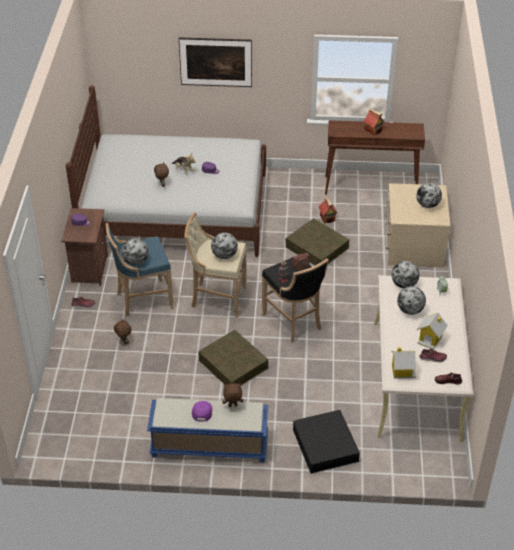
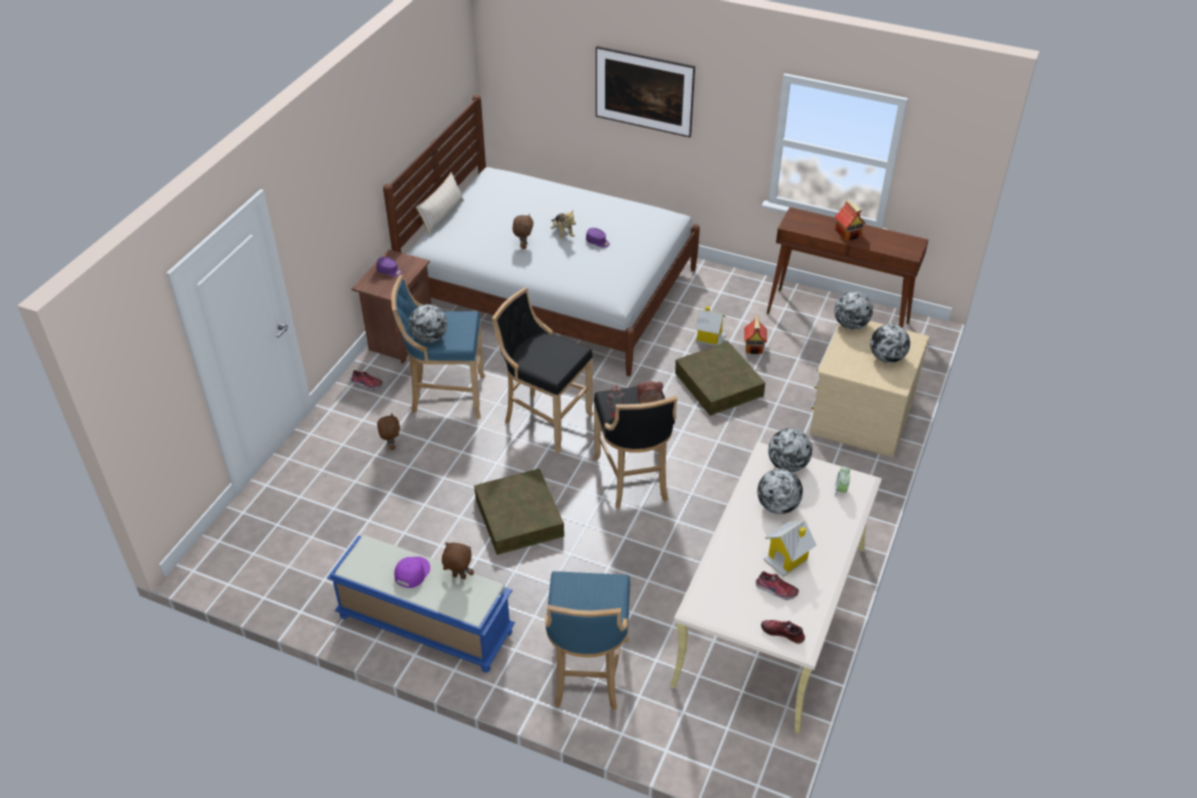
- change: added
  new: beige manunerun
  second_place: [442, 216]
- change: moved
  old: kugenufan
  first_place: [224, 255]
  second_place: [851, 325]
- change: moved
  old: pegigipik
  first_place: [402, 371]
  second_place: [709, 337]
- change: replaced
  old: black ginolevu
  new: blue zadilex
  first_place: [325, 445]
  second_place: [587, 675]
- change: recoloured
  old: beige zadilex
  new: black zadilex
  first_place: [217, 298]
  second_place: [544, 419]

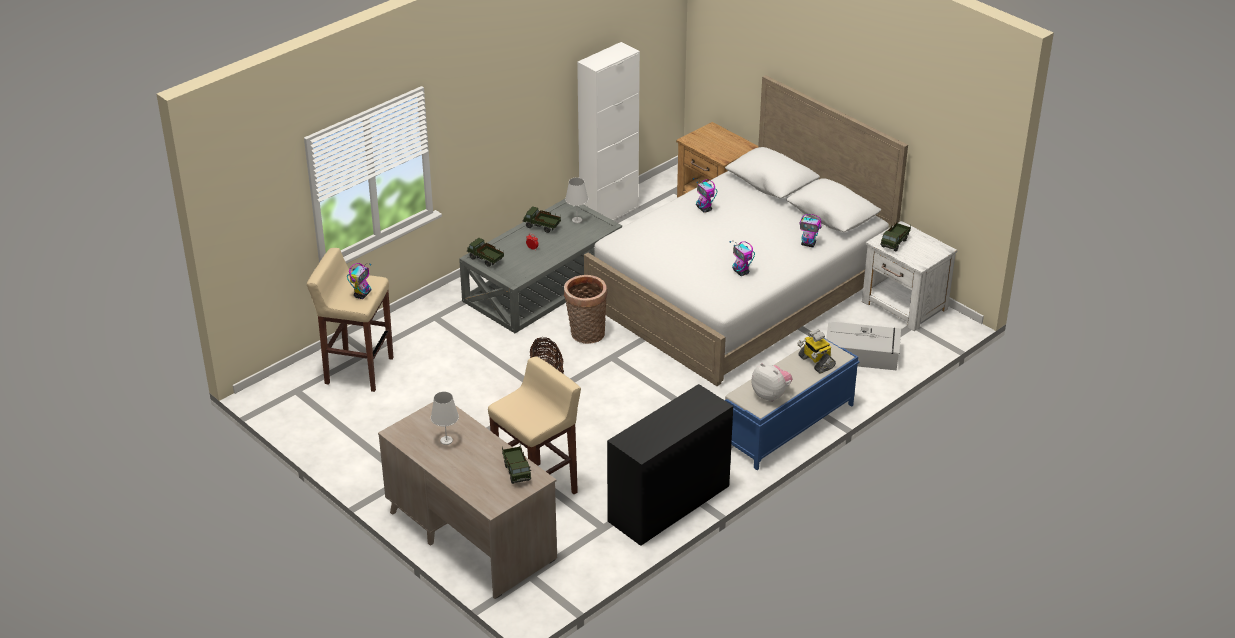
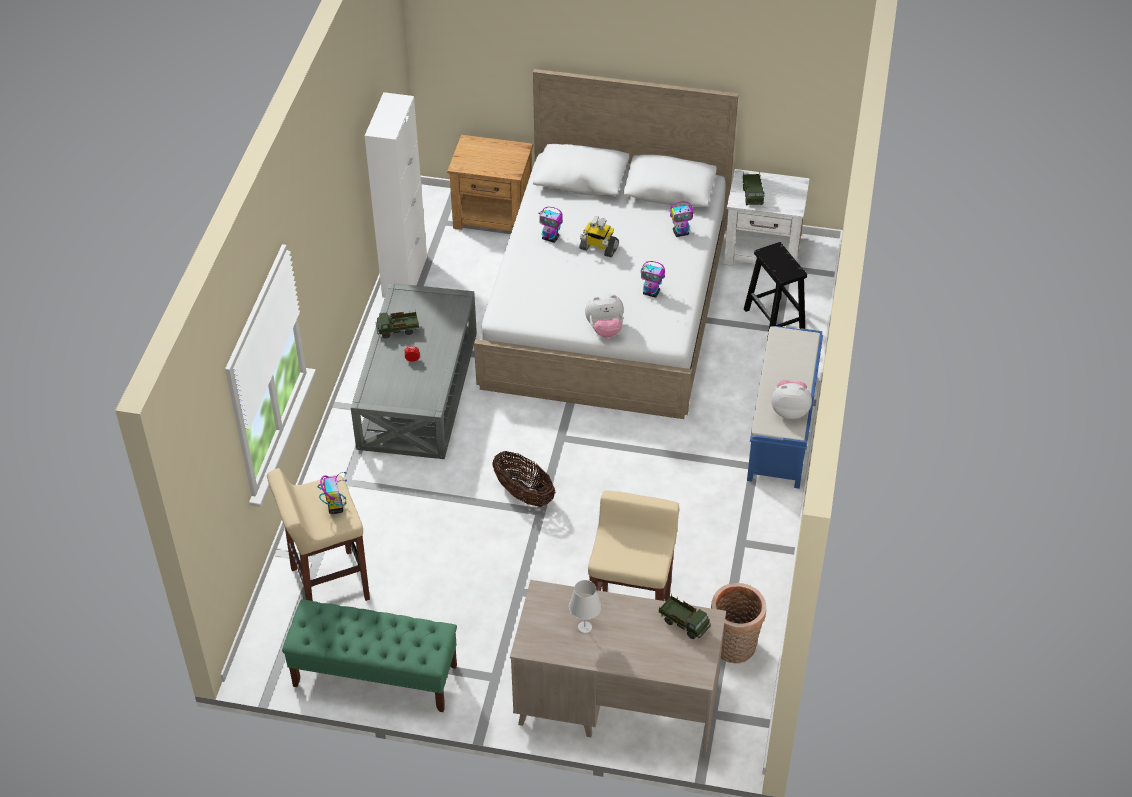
- change: removed
  old: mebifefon
  first_place: [485, 260]
- change: removed
  old: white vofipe
  first_place: [577, 220]
- change: removed
  old: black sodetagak
  first_place: [669, 504]
- change: added
  new: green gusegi
  second_place: [374, 675]
- change: added
  new: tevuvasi
  second_place: [605, 329]
- change: moved
  old: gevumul
  first_place: [586, 335]
  second_place: [734, 649]
- change: moved
  old: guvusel
  first_place: [815, 362]
  second_place: [598, 248]
- change: replaced
  old: grey ginolevu
  new: black zadilex
  first_place: [862, 354]
  second_place: [775, 320]

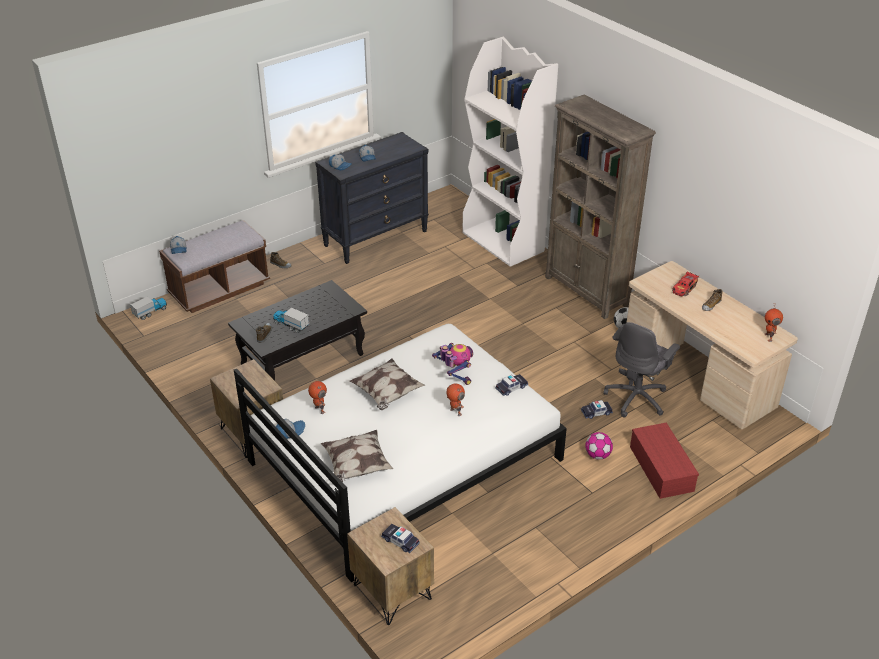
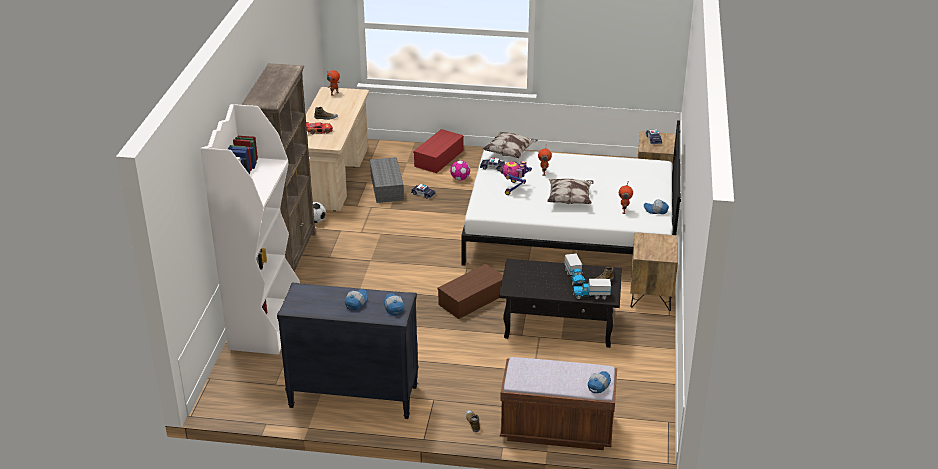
- change: added
  new: brown ginolevu
  second_place: [472, 300]
- change: moved
  old: mebifefon
  first_place: [150, 312]
  second_place: [591, 296]
- change: moved
  old: manunerun
  first_place: [356, 466]
  second_place: [510, 153]
- change: replaced
  old: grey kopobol
  new: grey ginolevu
  first_place: [637, 398]
  second_place: [387, 188]

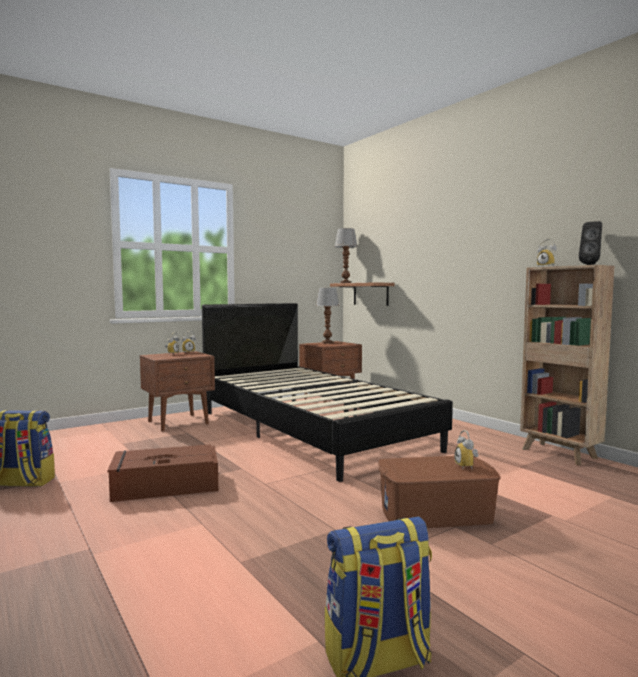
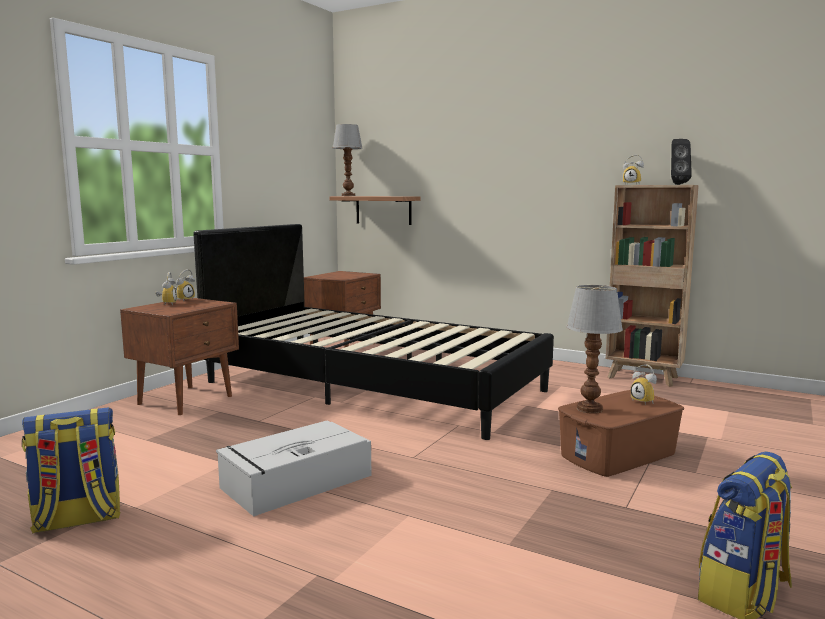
- change: moved
  old: vofipe
  first_place: [328, 343]
  second_place: [590, 409]
- change: recoloured
  old: brown ginolevu
  new: grey ginolevu
  first_place: [164, 485]
  second_place: [294, 482]

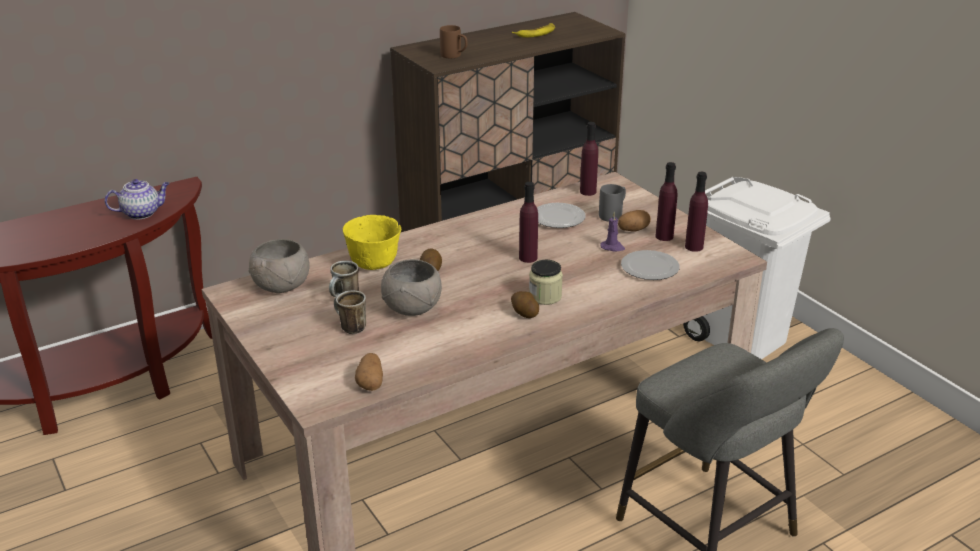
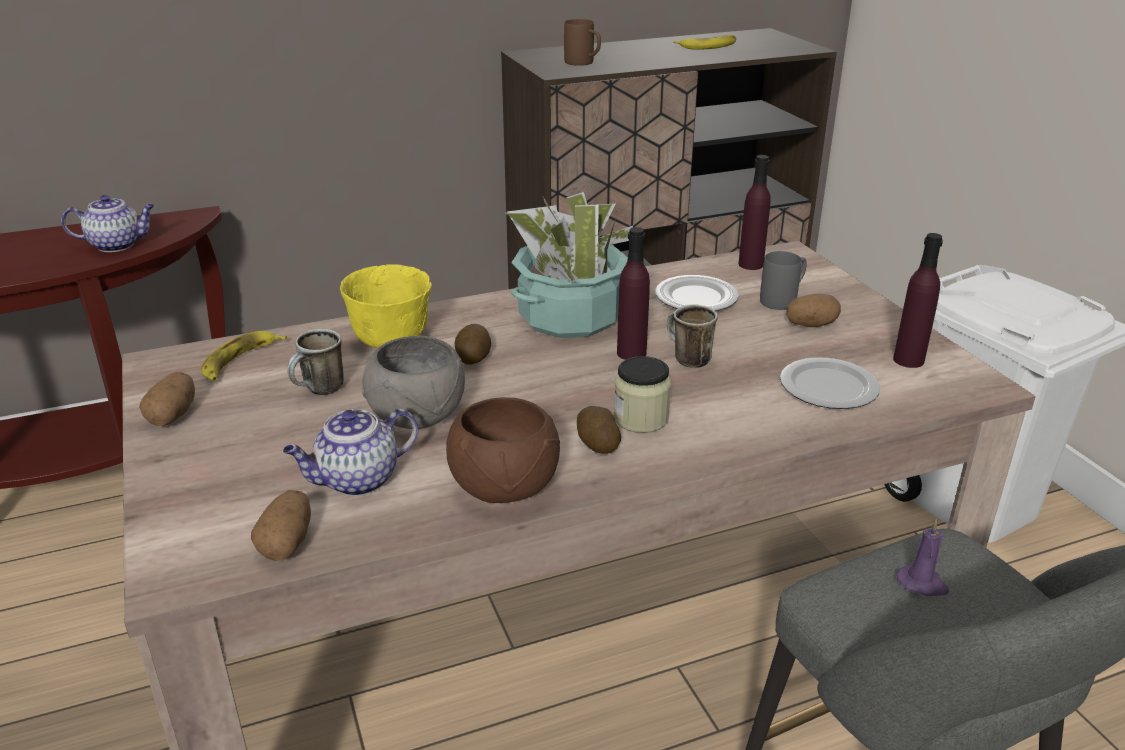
- change: removed
  old: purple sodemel
  first_place: [664, 236]
- change: added
  new: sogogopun
  second_place: [173, 415]
- change: added
  new: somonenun
  second_place: [357, 480]
- change: added
  new: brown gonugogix
  second_place: [506, 487]
- change: added
  new: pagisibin
  second_place: [569, 317]
- change: moved
  old: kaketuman
  first_place: [349, 327]
  second_place: [686, 359]
- change: moved
  old: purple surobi
  first_place: [612, 247]
  second_place: [922, 583]
- change: replaced
  old: grey gonugogix
  new: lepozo
  first_place: [283, 286]
  second_place: [240, 361]

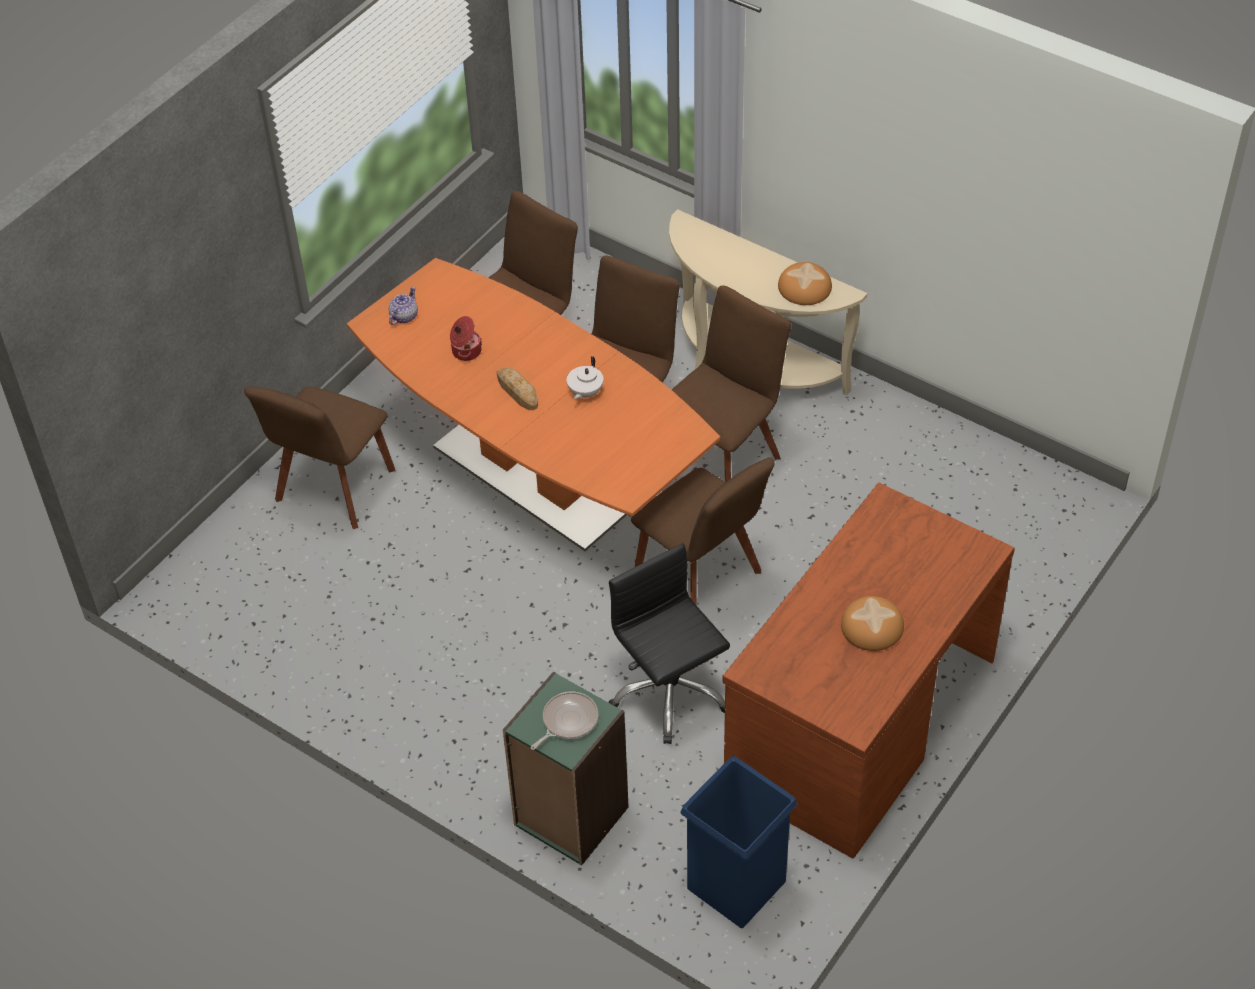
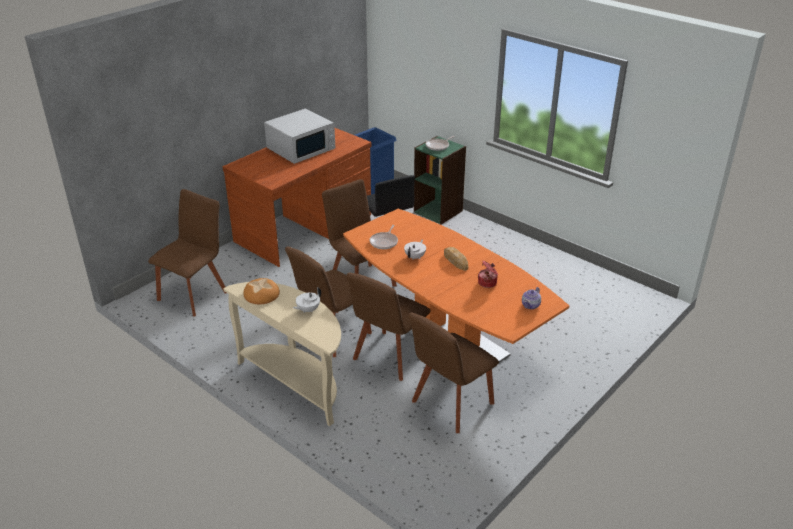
- change: added
  new: white somonenun
  second_place: [308, 310]
- change: added
  new: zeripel
  second_place: [384, 242]
- change: moved
  old: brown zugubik
  first_place: [333, 490]
  second_place: [195, 294]
- change: replaced
  old: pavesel
  new: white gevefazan
  first_place: [872, 627]
  second_place: [301, 149]

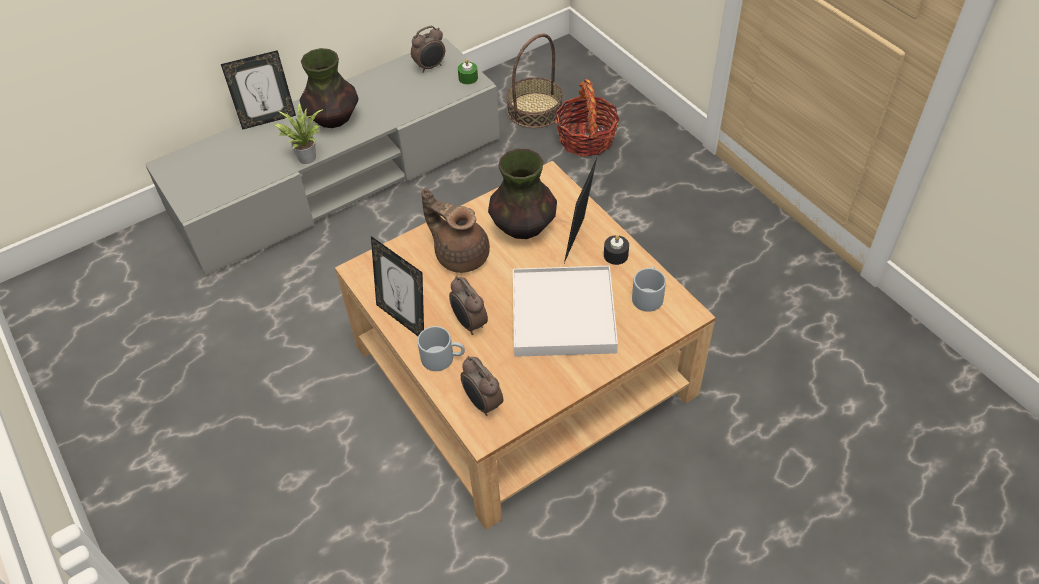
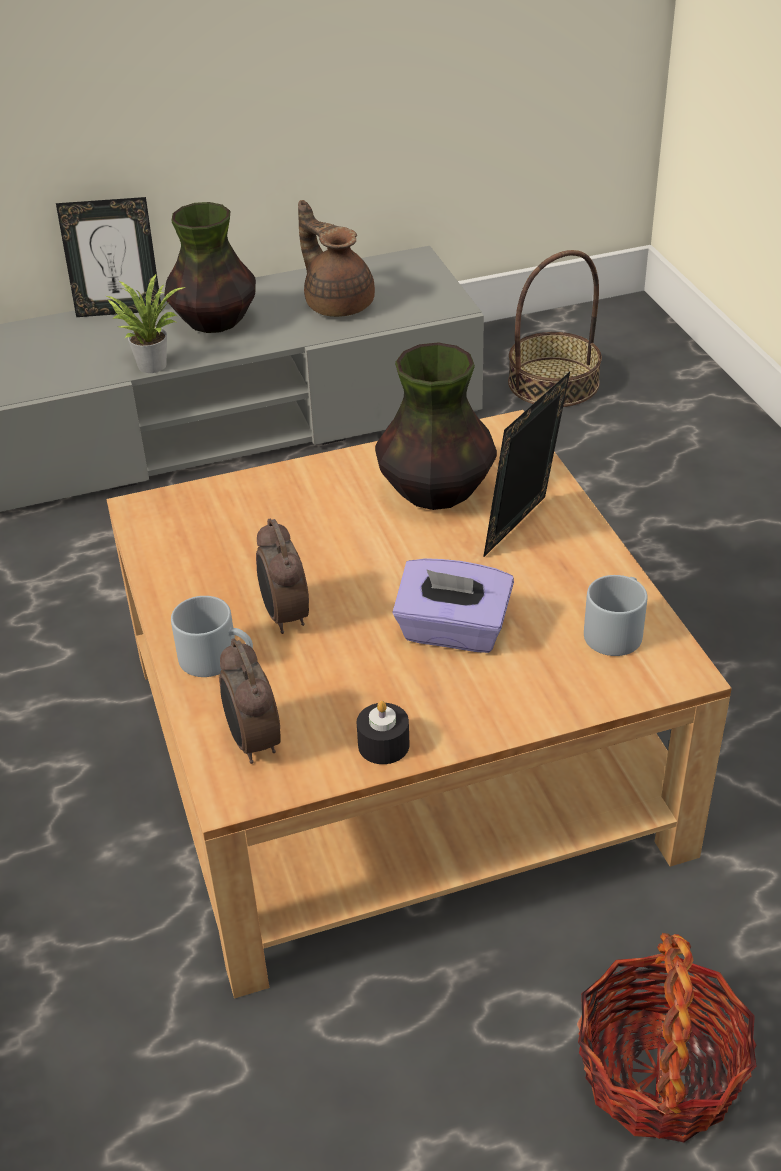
- change: removed
  old: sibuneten
  first_place: [404, 319]
- change: removed
  old: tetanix
  first_place: [430, 67]
- change: removed
  old: green surobi
  first_place: [468, 78]
- change: moved
  old: brown somonenun
  first_place: [460, 254]
  second_place: [338, 303]
- change: moved
  old: gevumul
  first_place: [586, 139]
  second_place: [659, 1073]
- change: moved
  old: black surobi
  first_place: [615, 255]
  second_place: [383, 745]
- change: replaced
  old: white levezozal
  new: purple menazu
  first_place: [563, 314]
  second_place: [452, 632]

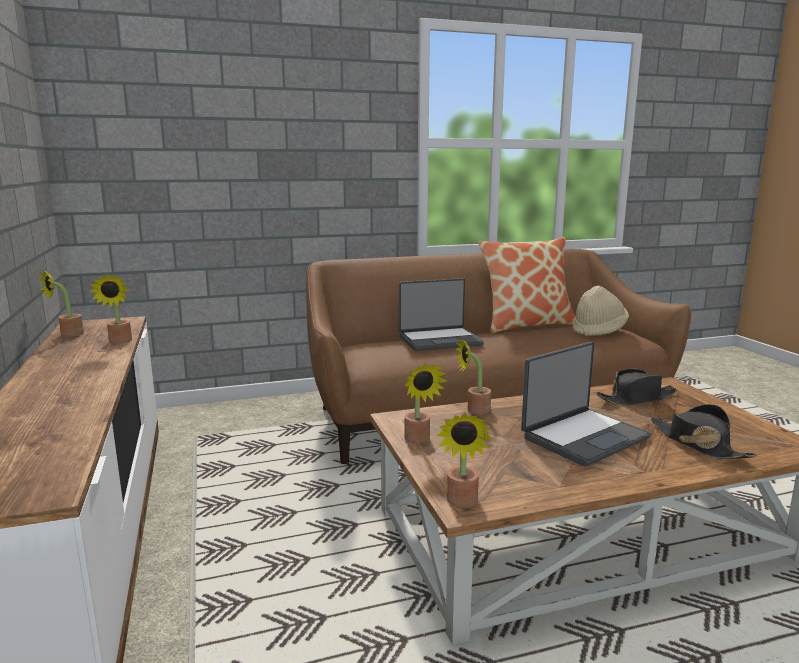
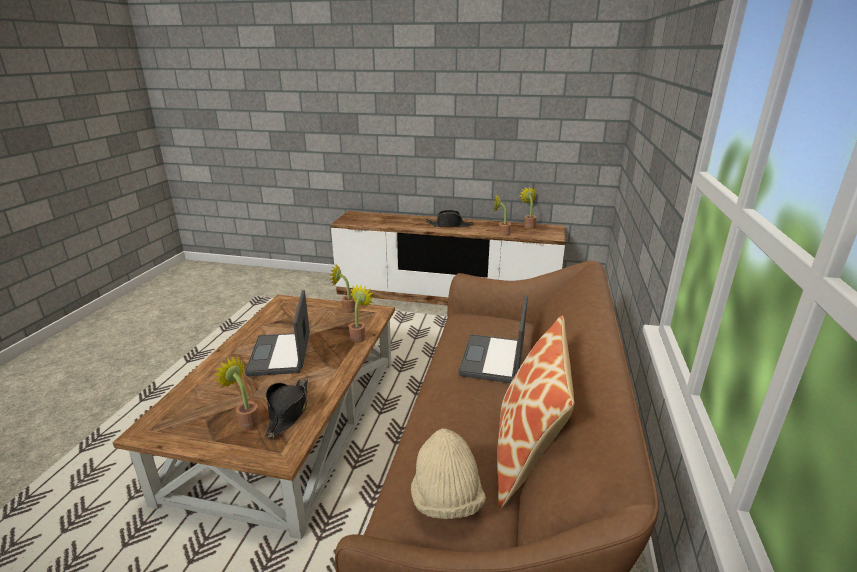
- change: moved
  old: pagisibin
  first_place: [462, 503]
  second_place: [246, 420]
- change: moved
  old: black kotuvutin
  first_place: [697, 444]
  second_place: [449, 225]

